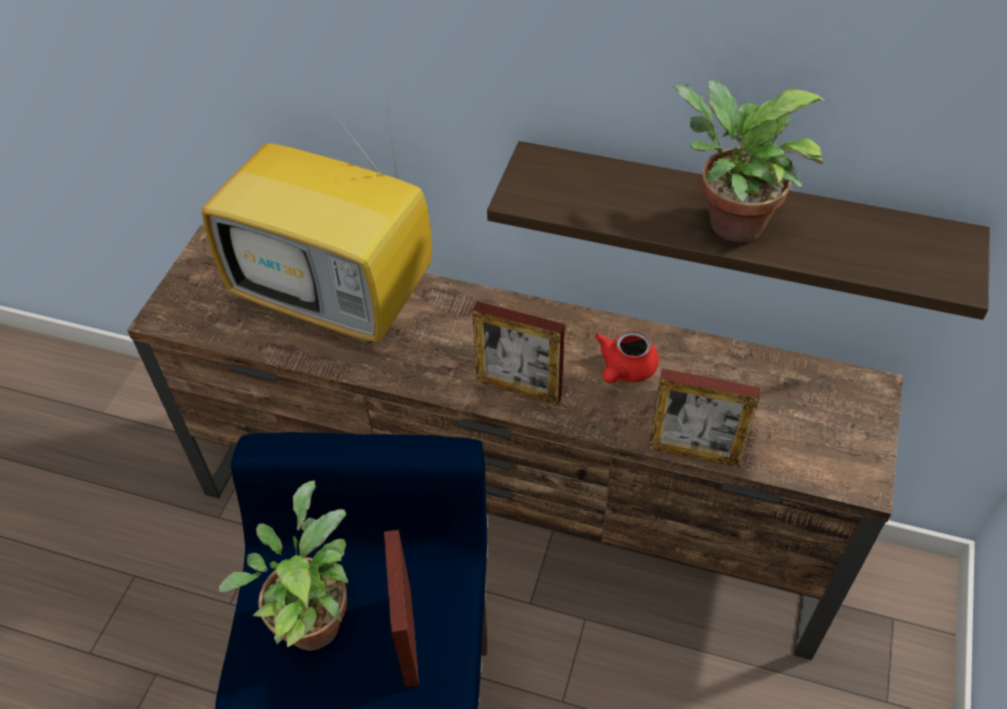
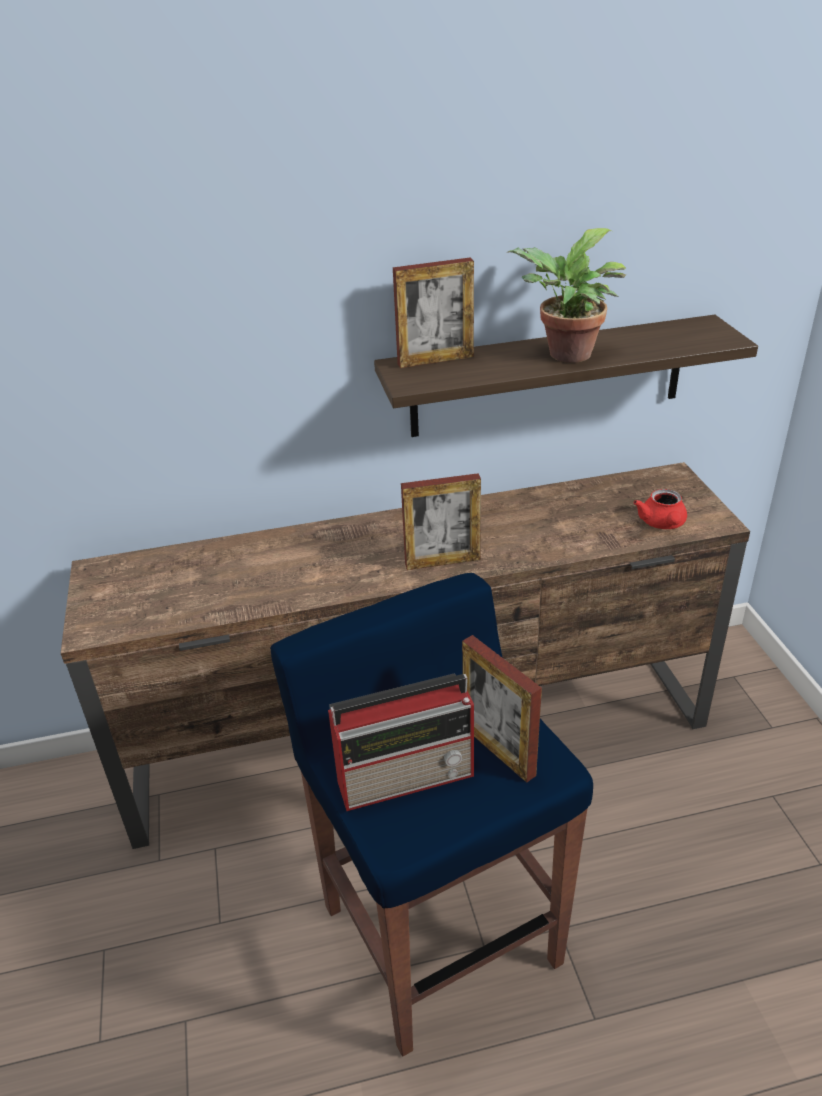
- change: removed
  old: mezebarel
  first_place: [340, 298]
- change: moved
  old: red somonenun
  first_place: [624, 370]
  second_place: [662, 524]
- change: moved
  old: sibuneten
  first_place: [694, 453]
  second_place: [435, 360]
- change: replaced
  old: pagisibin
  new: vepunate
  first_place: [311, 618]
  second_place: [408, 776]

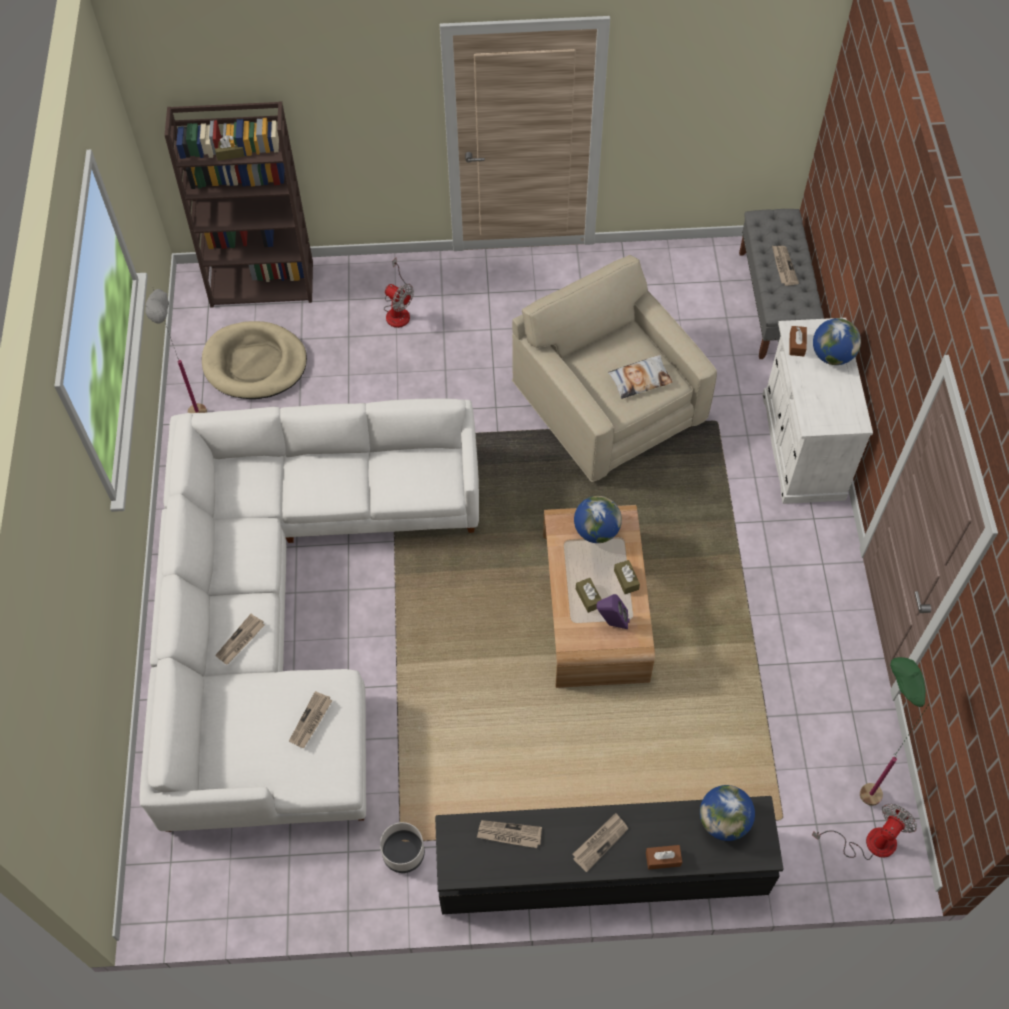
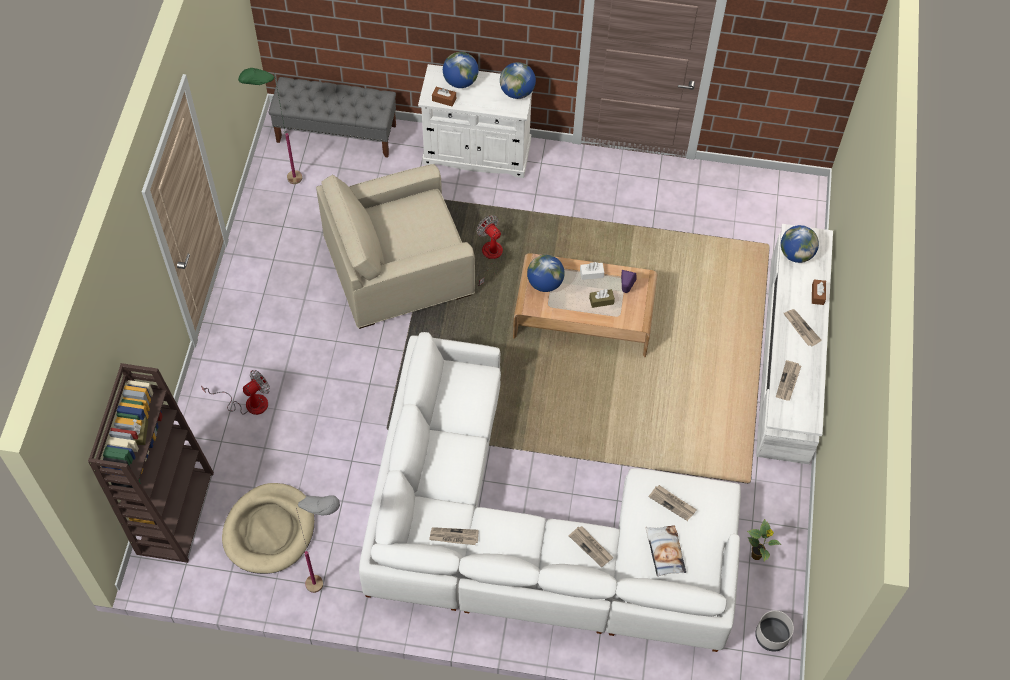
- change: added
  new: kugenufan
  second_place: [517, 92]
- change: added
  new: pagisibin
  second_place: [757, 555]
- change: moved
  old: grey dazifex
  first_place: [403, 853]
  second_place: [771, 636]
- change: moved
  old: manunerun
  first_place: [640, 379]
  second_place: [664, 552]
- change: moved
  old: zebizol
  first_place: [783, 266]
  second_place: [453, 537]
- change: moved
  old: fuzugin
  first_place: [869, 842]
  second_place: [490, 257]
- change: moved
  old: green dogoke
  first_place: [857, 781]
  second_place: [282, 184]
- change: recoloured
  old: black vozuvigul
  new: white vozuvigul
  first_place: [602, 869]
  second_place: [789, 358]
- change: recoloured
  old: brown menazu
  new: white menazu
  first_place: [626, 580]
  second_place: [591, 274]

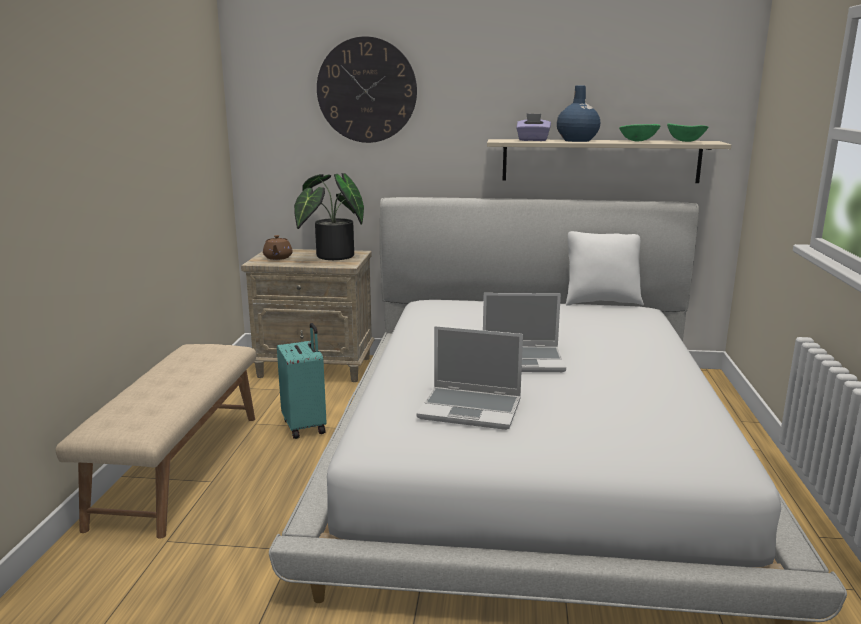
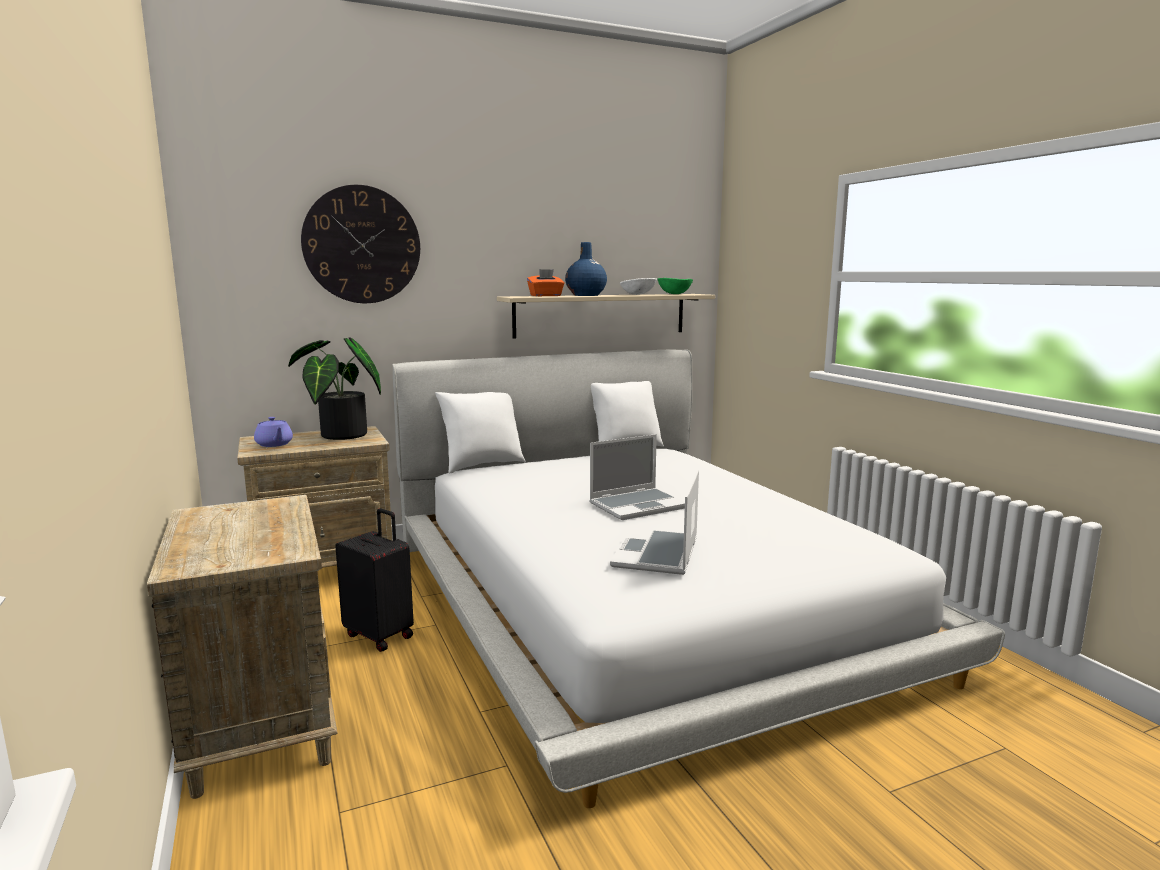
- change: added
  new: white manunerun
  second_place: [482, 465]
- change: replaced
  old: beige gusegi
  new: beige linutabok
  first_place: [178, 467]
  second_place: [261, 723]
- change: recoloured
  old: brown somonenun
  new: purple somonenun
  first_place: [277, 258]
  second_place: [274, 444]
- change: recoloured
  old: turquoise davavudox
  new: black davavudox
  first_place: [305, 426]
  second_place: [380, 635]
- change: recoloured
  old: purple menazu
  new: orange menazu
  first_place: [533, 140]
  second_place: [546, 296]
- change: recoloured
  old: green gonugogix
  new: white gonugogix
  first_place: [638, 141]
  second_place: [637, 294]
- change: turned
  old: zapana
  first_place: [471, 409]
  second_place: [657, 554]
  degrees: 120

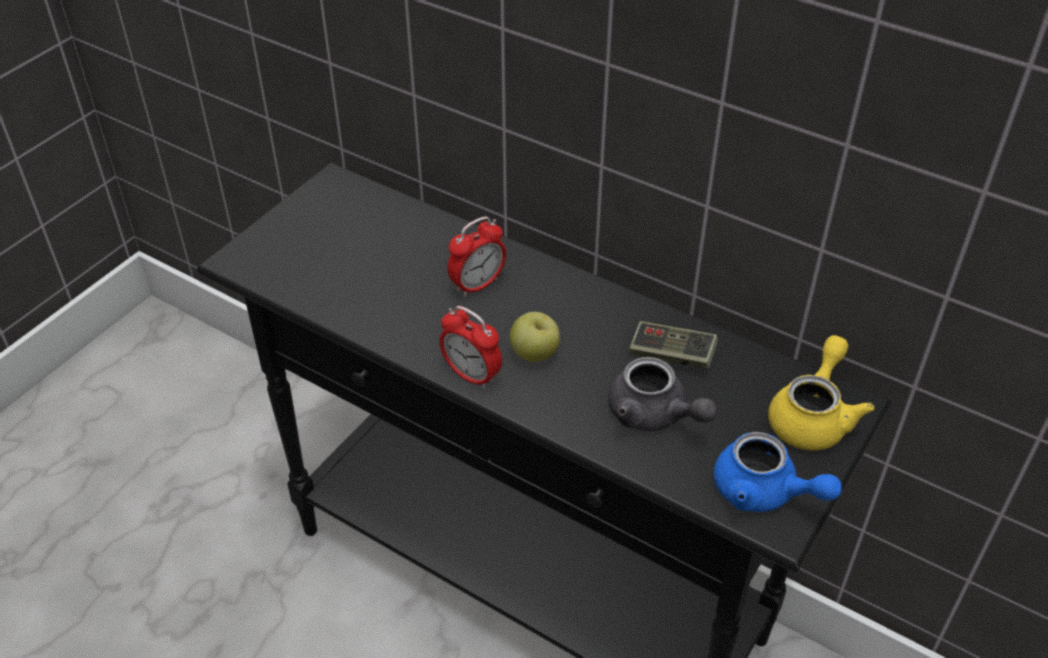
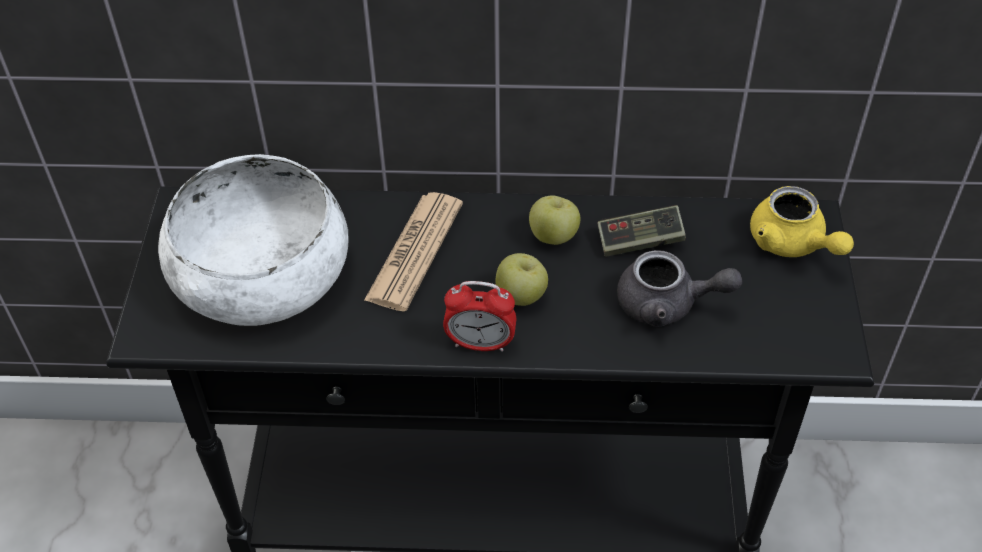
- change: removed
  old: blue somonenun
  first_place: [764, 493]
- change: added
  new: white gonugogix
  second_place: [261, 273]
- change: added
  new: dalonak
  second_place: [553, 236]
- change: replaced
  old: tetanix
  new: zebizol
  first_place: [477, 285]
  second_place: [415, 252]
- change: turned
  old: yellow somonenun
  first_place: [812, 416]
  second_place: [792, 243]
  degrees: 150

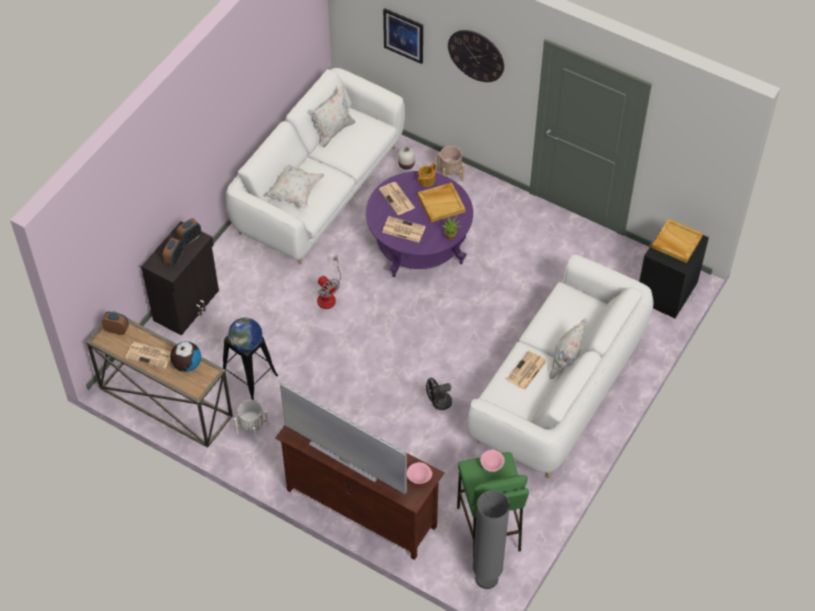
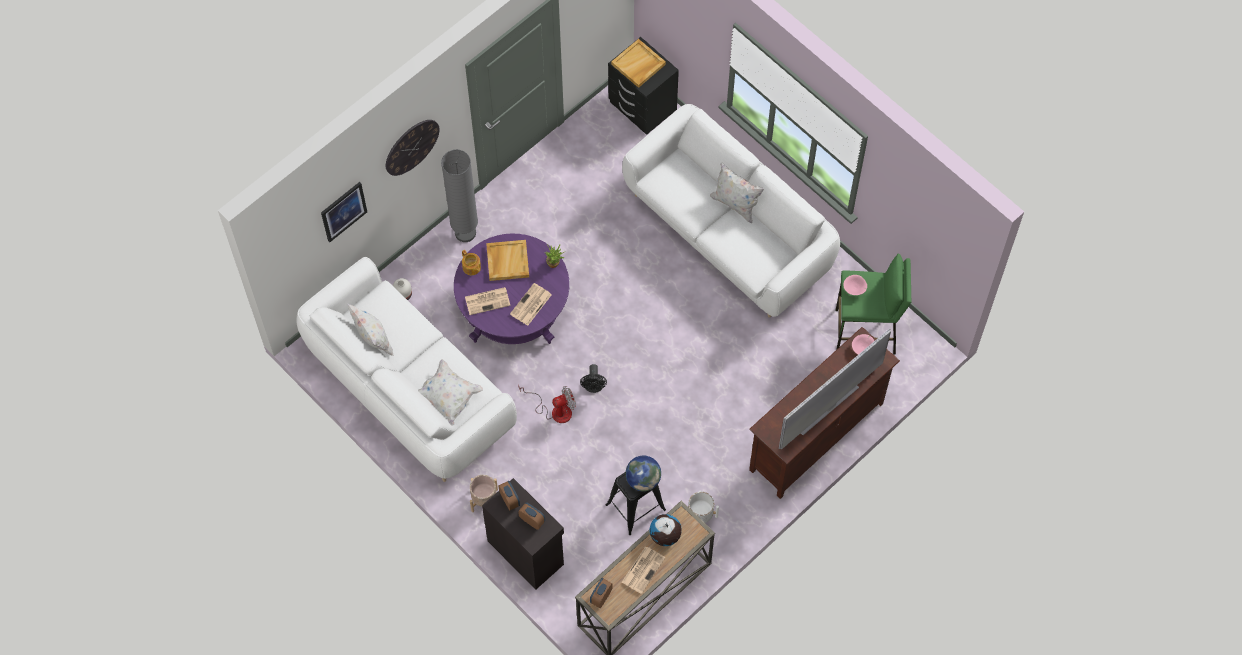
- change: removed
  old: zebizol
  first_place: [526, 371]
- change: moved
  old: black fuzugin
  first_place: [438, 403]
  second_place: [594, 387]
- change: moved
  old: beige dazifex
  first_place: [450, 175]
  second_place: [484, 500]
- change: moved
  old: grey dogoke
  first_place: [486, 578]
  second_place: [465, 232]

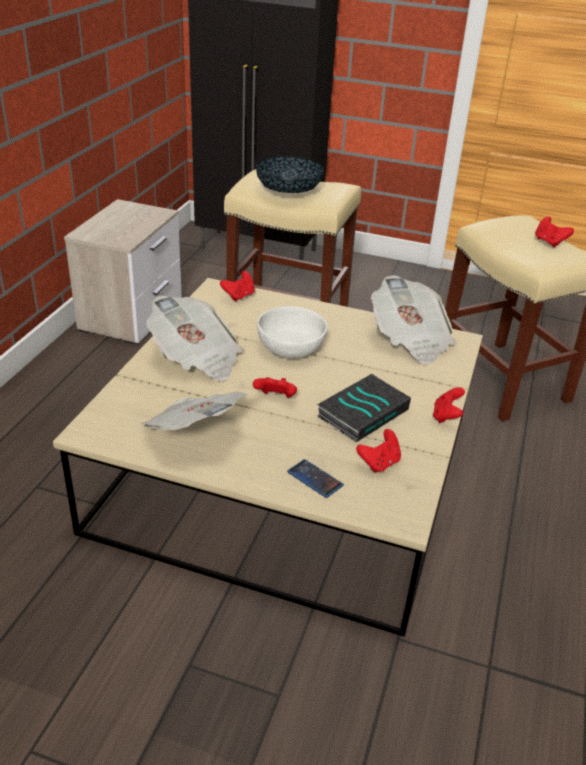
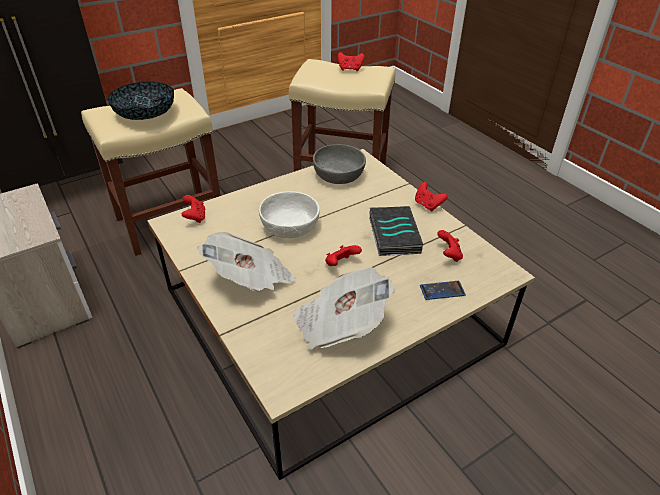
- change: replaced
  old: zebizol
  new: grey gonugogix
  first_place: [410, 340]
  second_place: [339, 176]

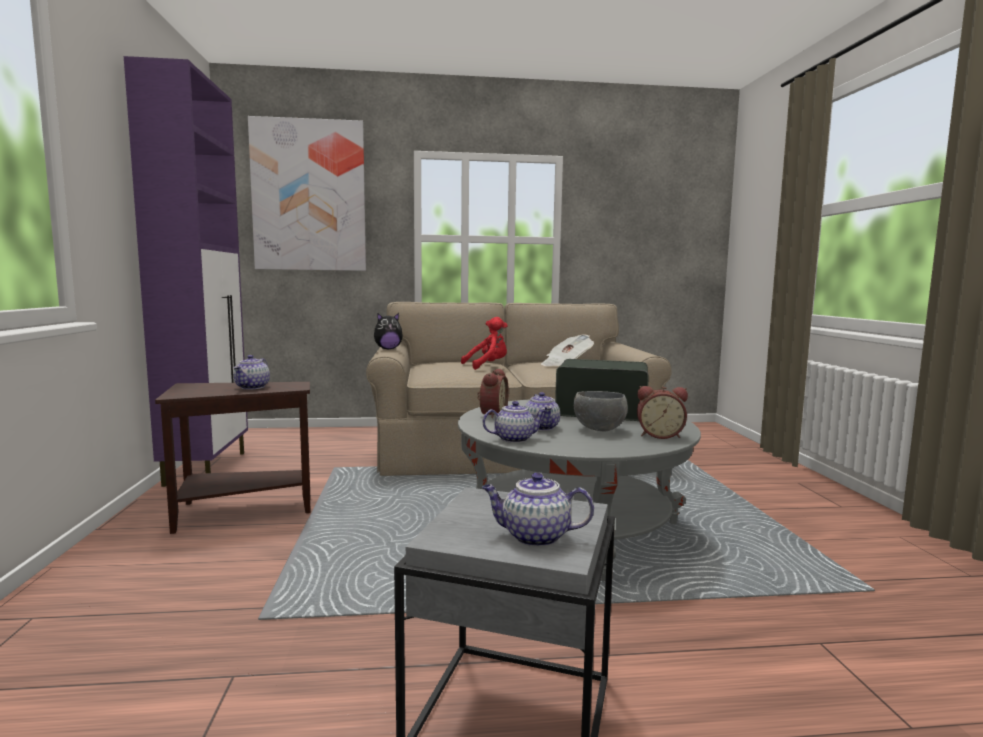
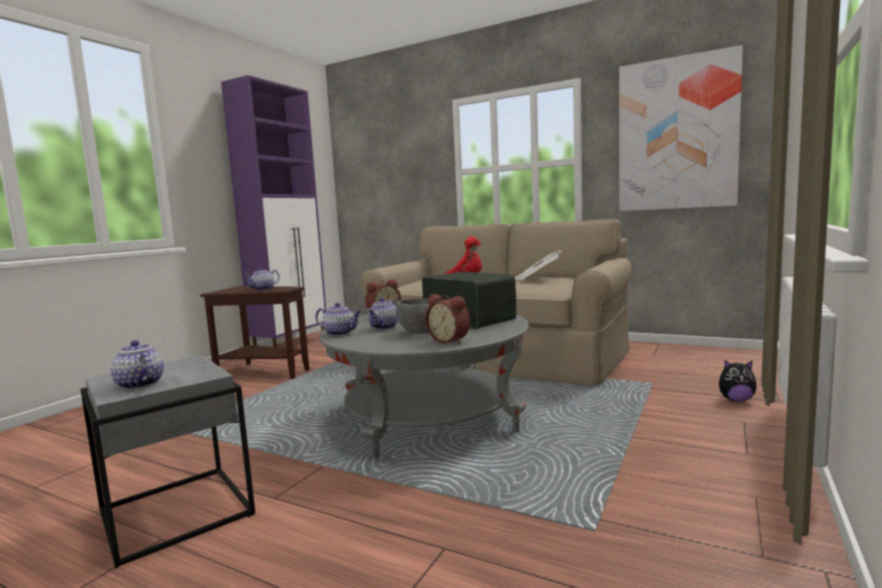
- change: moved
  old: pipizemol
  first_place: [309, 196]
  second_place: [677, 134]
- change: moved
  old: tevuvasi
  first_place: [388, 349]
  second_place: [736, 400]

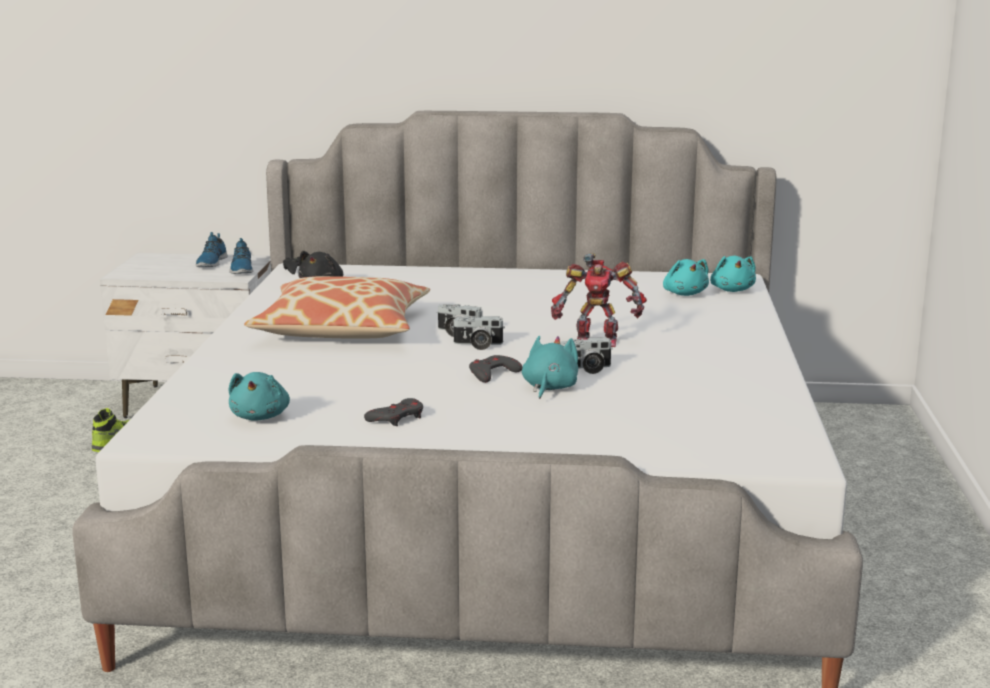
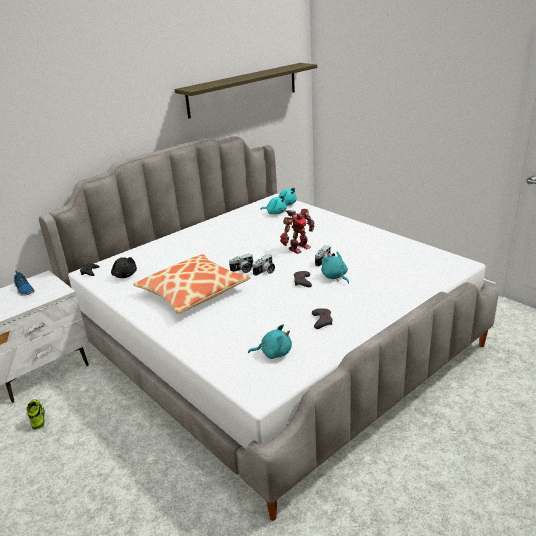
- change: removed
  old: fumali
  first_place: [241, 269]
- change: added
  new: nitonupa
  second_place: [243, 89]
- change: turned
  old: turquoise tevuvasi
  first_place: [260, 416]
  second_place: [274, 353]
  degrees: -45

